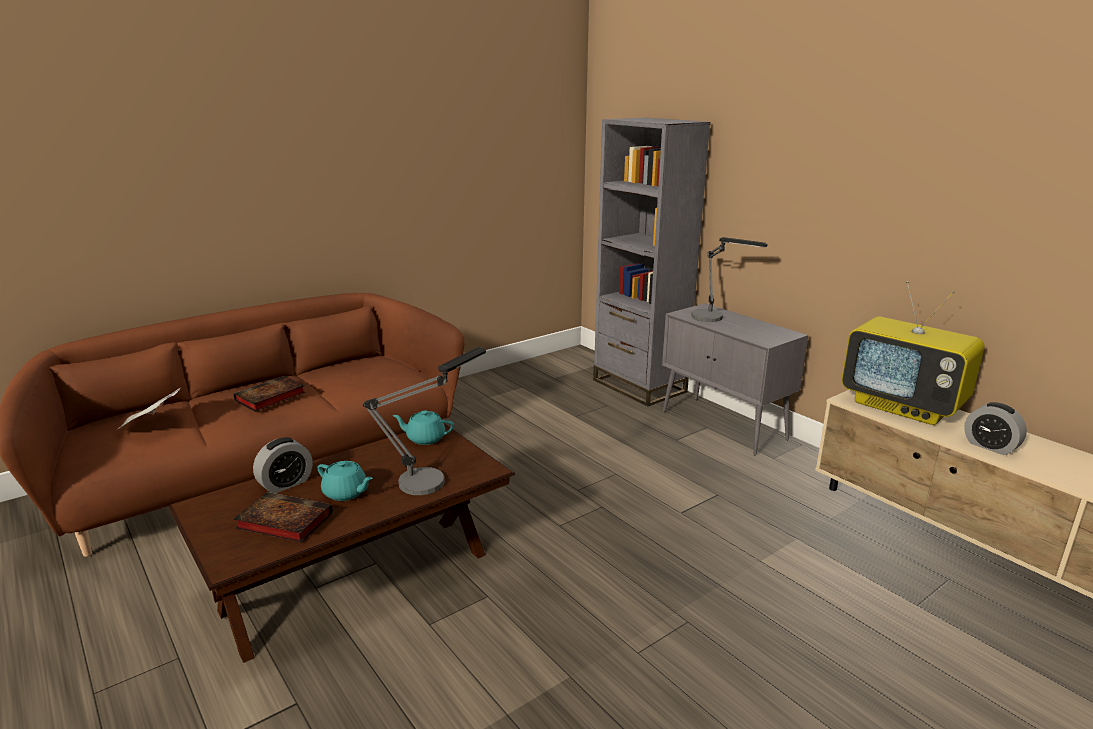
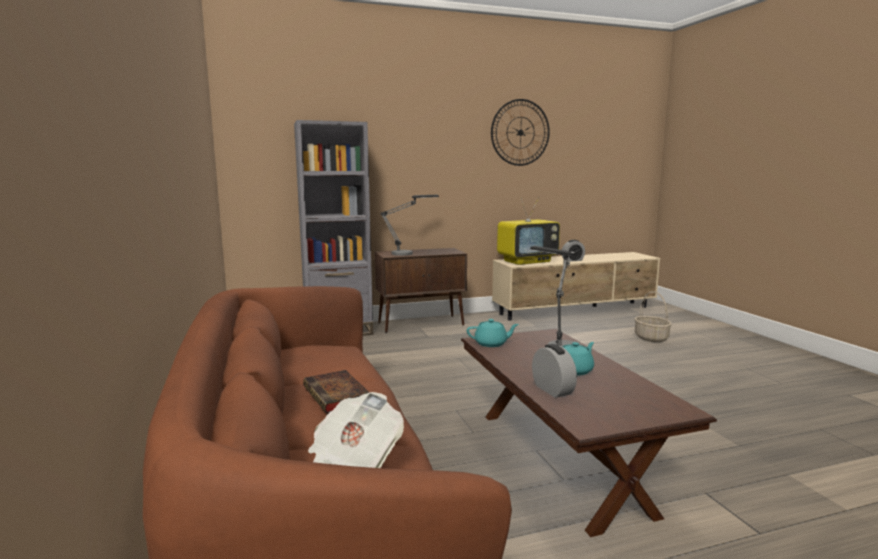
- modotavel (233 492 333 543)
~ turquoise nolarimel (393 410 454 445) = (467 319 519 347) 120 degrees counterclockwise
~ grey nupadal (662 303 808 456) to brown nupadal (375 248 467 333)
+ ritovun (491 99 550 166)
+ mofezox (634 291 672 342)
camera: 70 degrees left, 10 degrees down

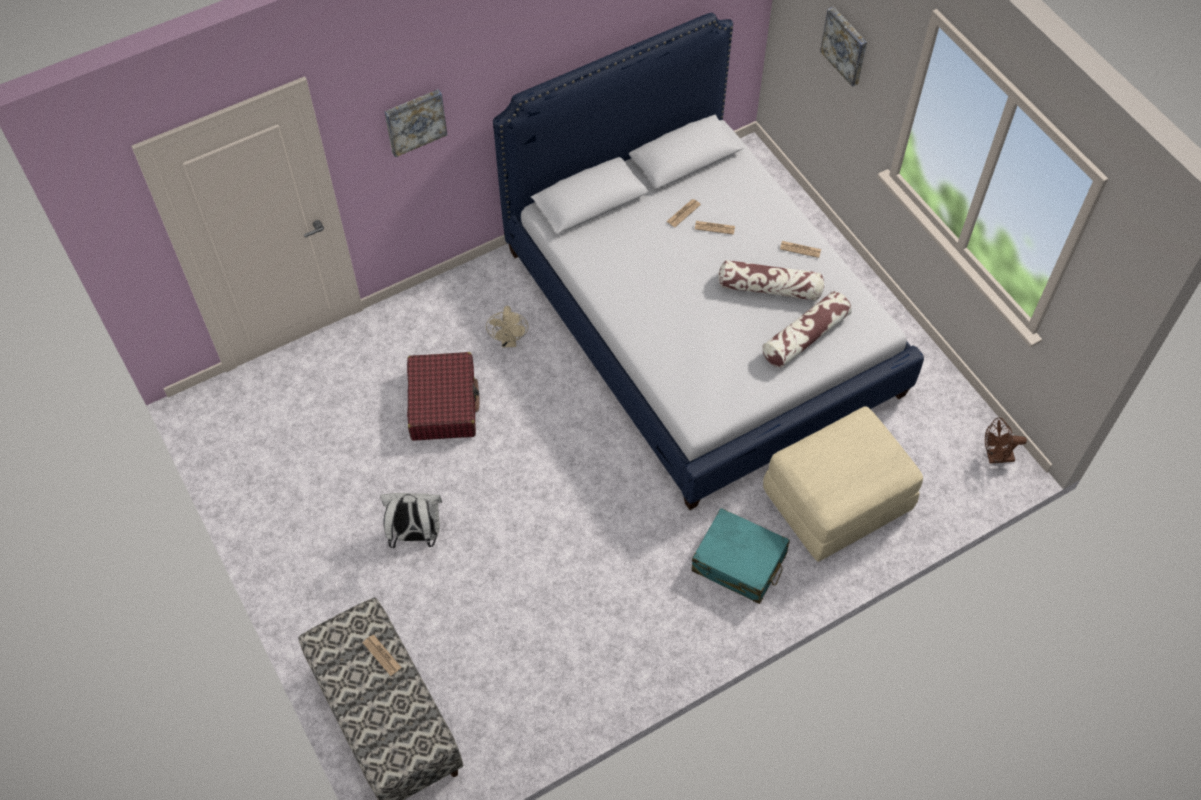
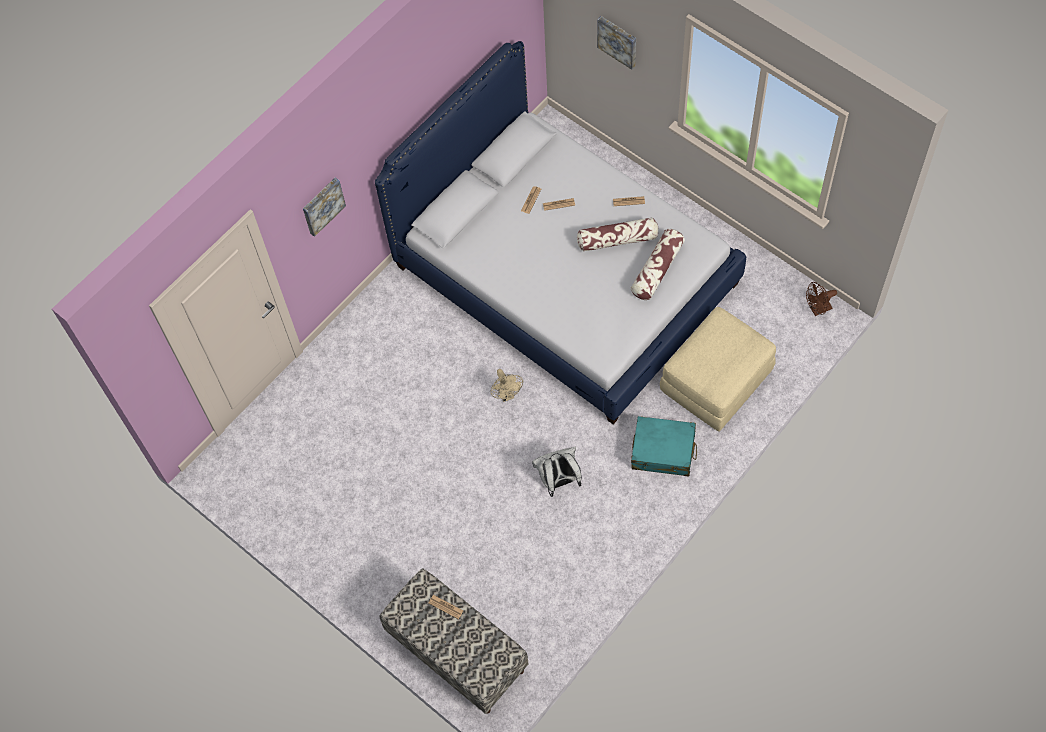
~ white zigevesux (380 493 442 548) to (532 446 582 497)
- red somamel (407 352 479 441)
~ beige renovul (486 306 528 347) to (491 369 523 402)
camera: 15 degrees left, 5 degrees up

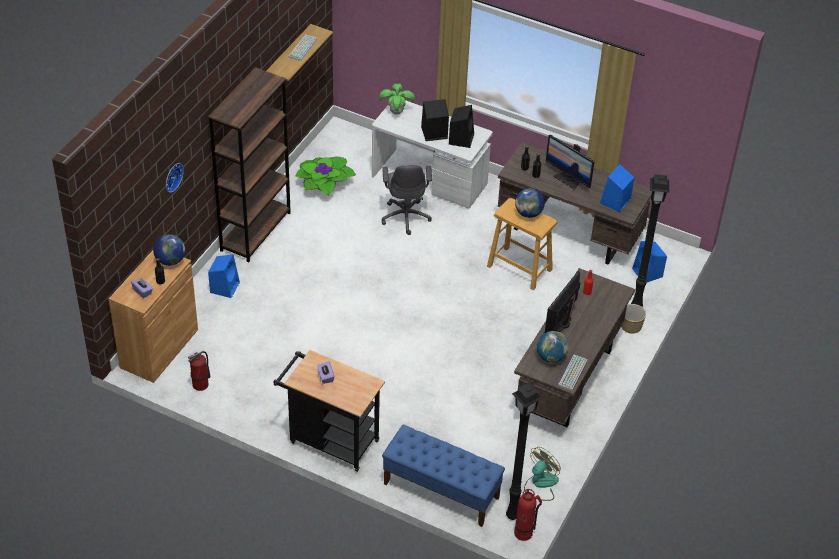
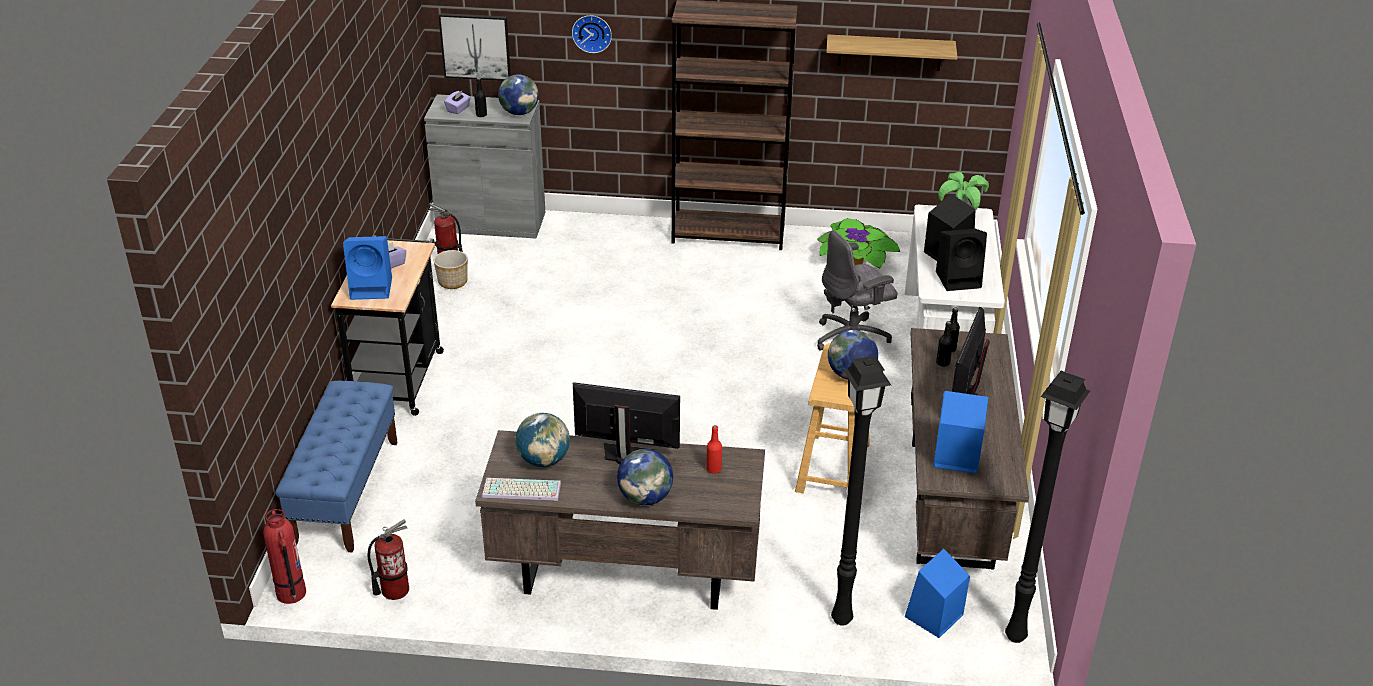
~ brown nupadal (109 250 198 383) to grey nupadal (424 94 545 238)
~ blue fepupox (208 255 240 298) to (343 236 392 300)
- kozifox (288 34 317 61)
~ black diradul (506 382 543 520) to (1005 371 1090 643)
~ renovul (524 447 561 501) to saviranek (368 519 409 600)
~ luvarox (621 304 646 334) to (434 250 468 289)
+ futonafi (438 13 511 81)
+ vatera (617 449 673 505)
camera: 70 degrees right, 10 degrees down

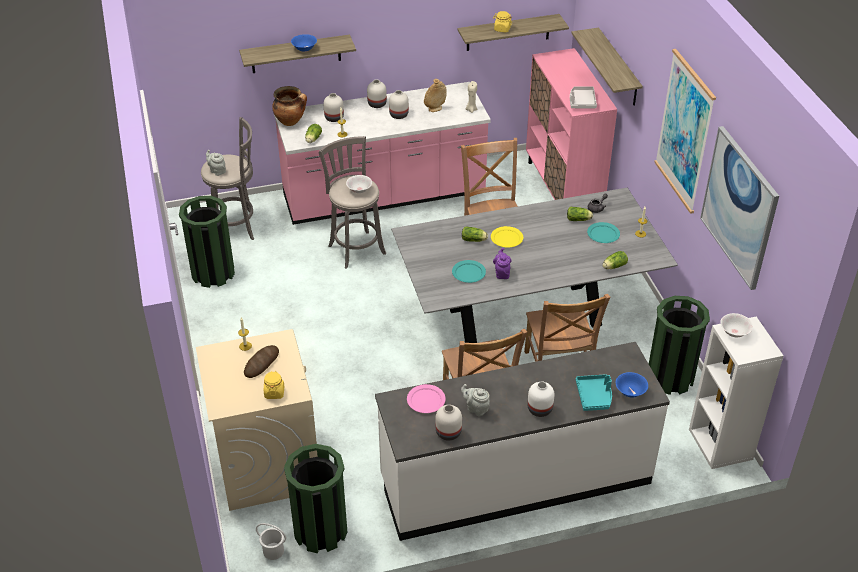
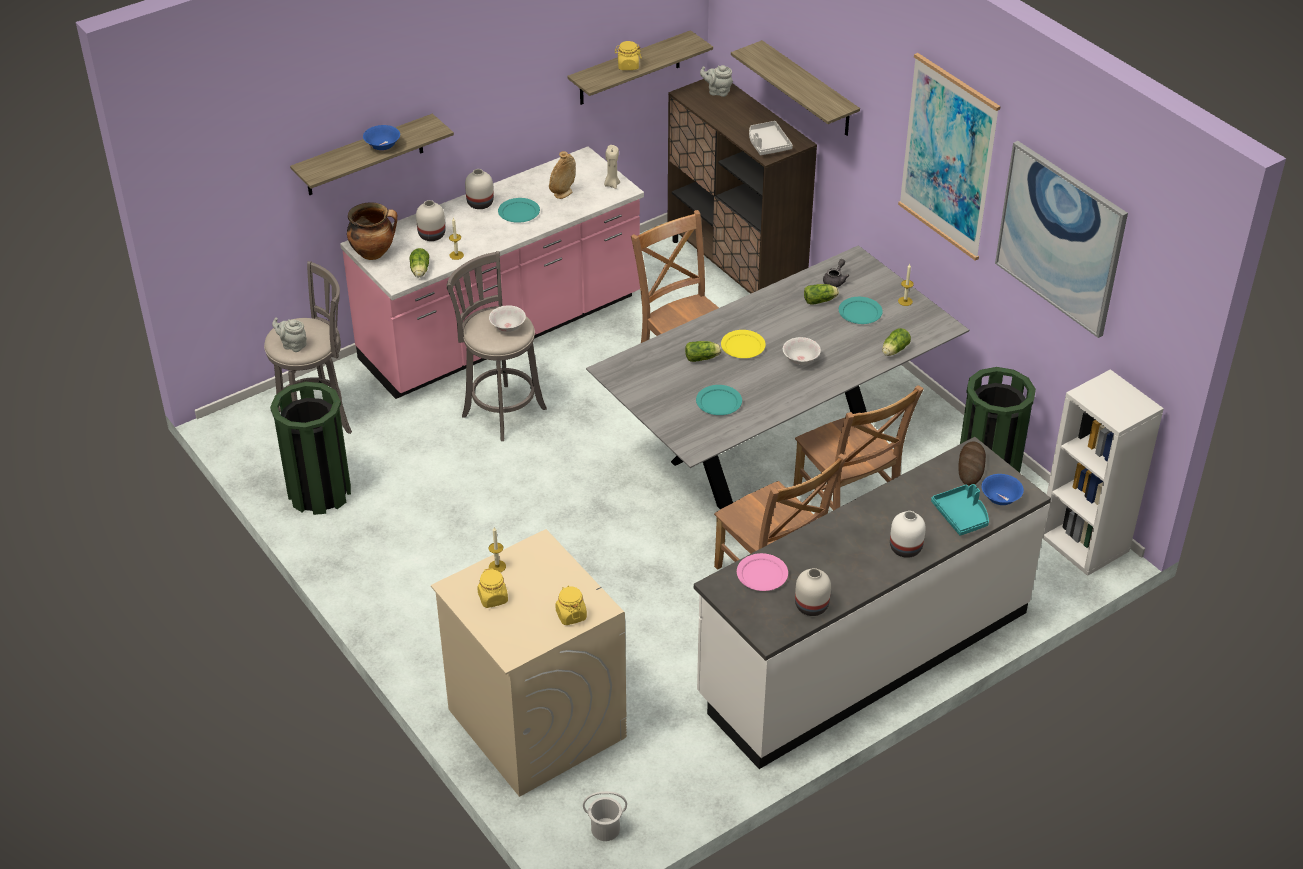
~ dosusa (244 345 279 378) to (958 441 986 485)
- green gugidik (284 444 347 553)
~ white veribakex (389 90 409 119) to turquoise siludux (498 198 540 223)
~ grey nolarimel (461 384 490 416) to (700 65 733 97)
- purple nolarimel (493 248 511 279)
~ pink nupadal (526 48 617 200) to brown nupadal (668 79 817 294)
~ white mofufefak (720 313 753 337) to (783 337 821 365)
+ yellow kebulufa (477 568 508 608)
camera: 20 degrees left, 0 degrees up

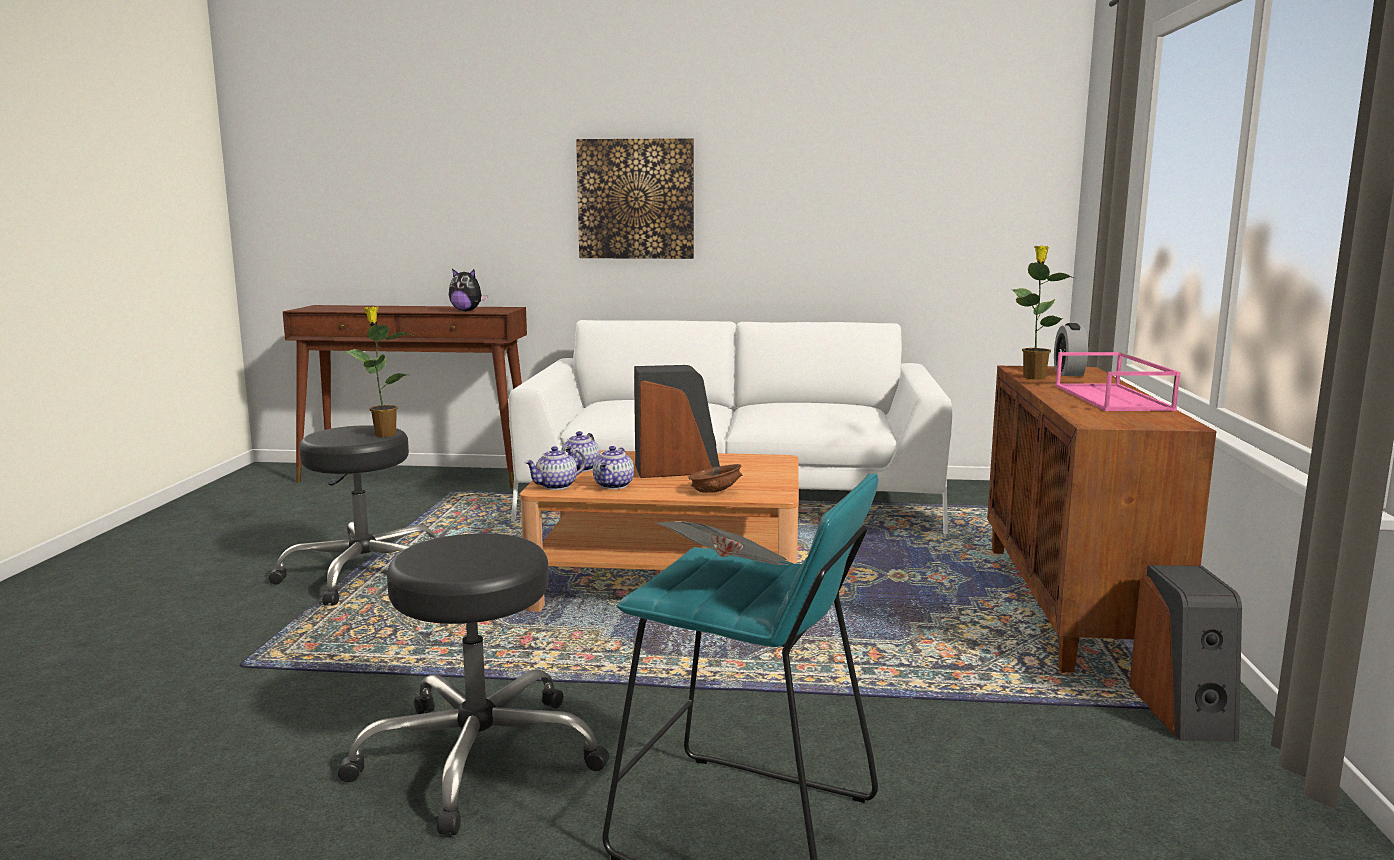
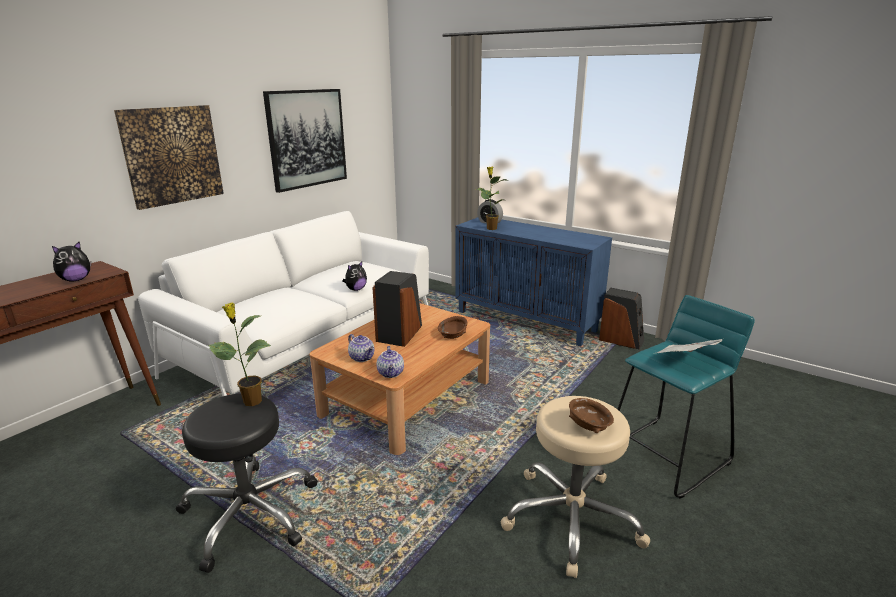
~ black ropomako (338 533 609 835) to beige ropomako (501 396 650 578)
- nolarimel (593 446 634 489)
~ brown nupadal (987 366 1216 673) to blue nupadal (455 217 612 346)
- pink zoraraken (1055 352 1180 411)
+ futonafi (263 89 347 193)
+ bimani (343 261 367 291)
+ brown mofufefak (569 398 614 433)
camera: 60 degrees left, 10 degrees up

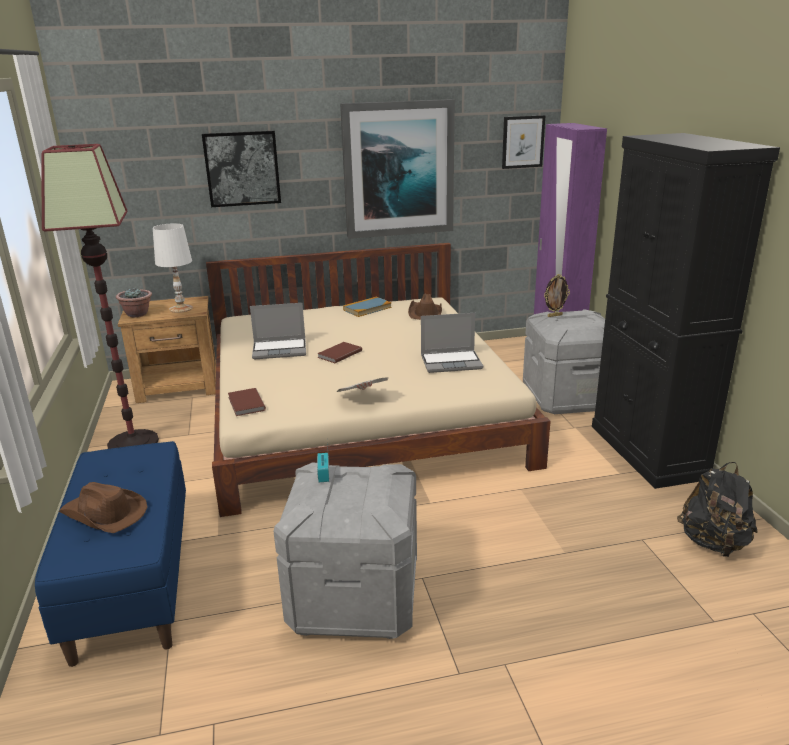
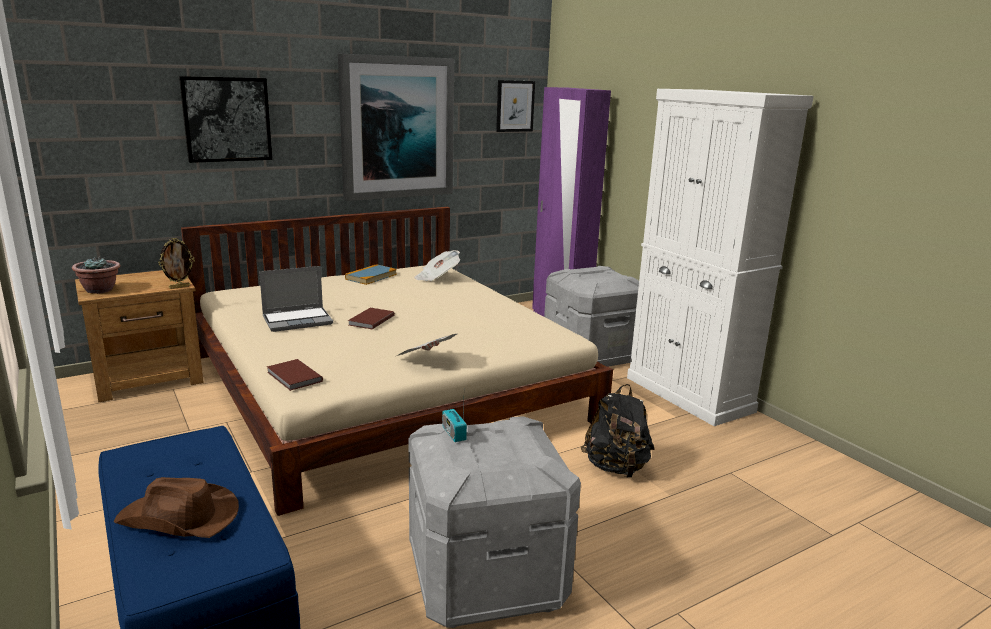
- diradul (42 144 159 449)
- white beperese (153 223 193 313)
~ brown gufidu (408 294 442 320) to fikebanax (414 250 460 281)
- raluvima (421 313 483 373)
~ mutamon (544 274 570 317) to (158 238 195 289)
~ black nupadal (592 133 780 489) to white nupadal (627 89 814 426)
~ black zigevesux (677 462 758 557) to (581 384 654 478)
camera: 20 degrees left, 5 degrees down

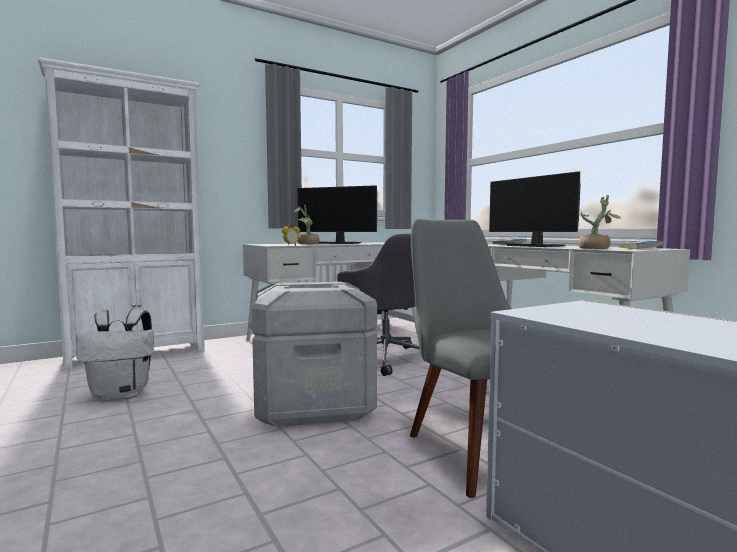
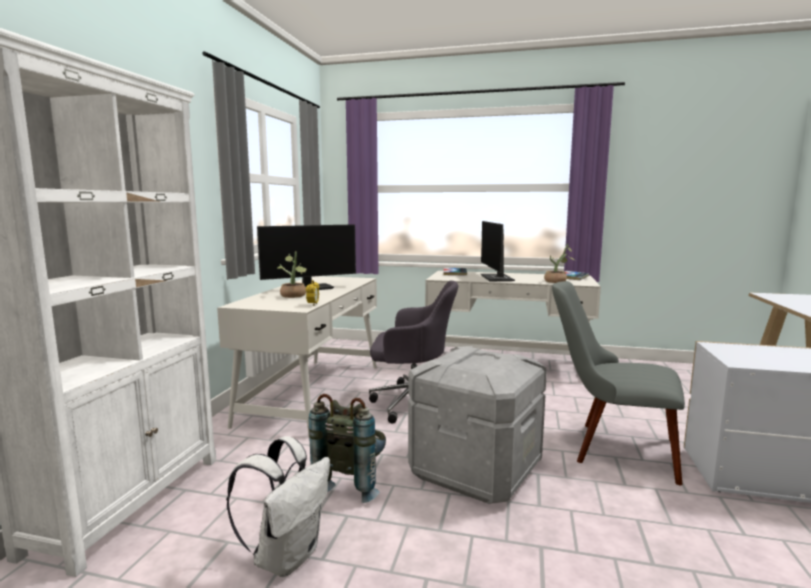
~ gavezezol (489 171 580 247) = (481 221 515 281) 75 degrees clockwise
+ grey zigevesux (309 394 386 503)
camera: 45 degrees left, 5 degrees up

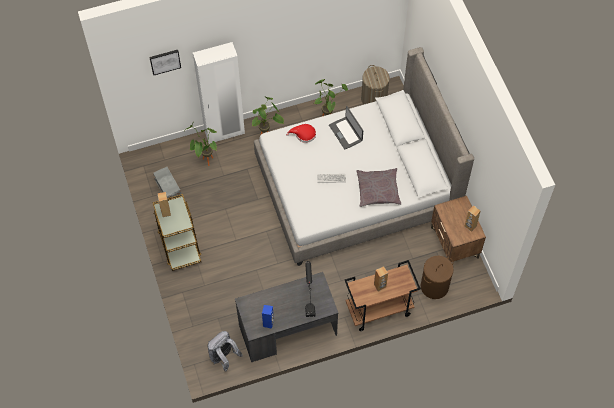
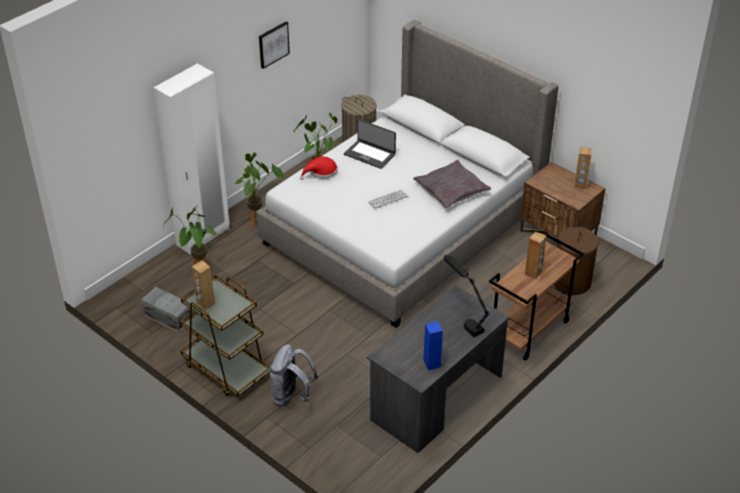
~ futonafi (149 50 181 76) to (259 21 290 69)
~ grey zigevesux (207 331 243 371) to (269 344 318 406)
camera: 30 degrees left, 20 degrees down

